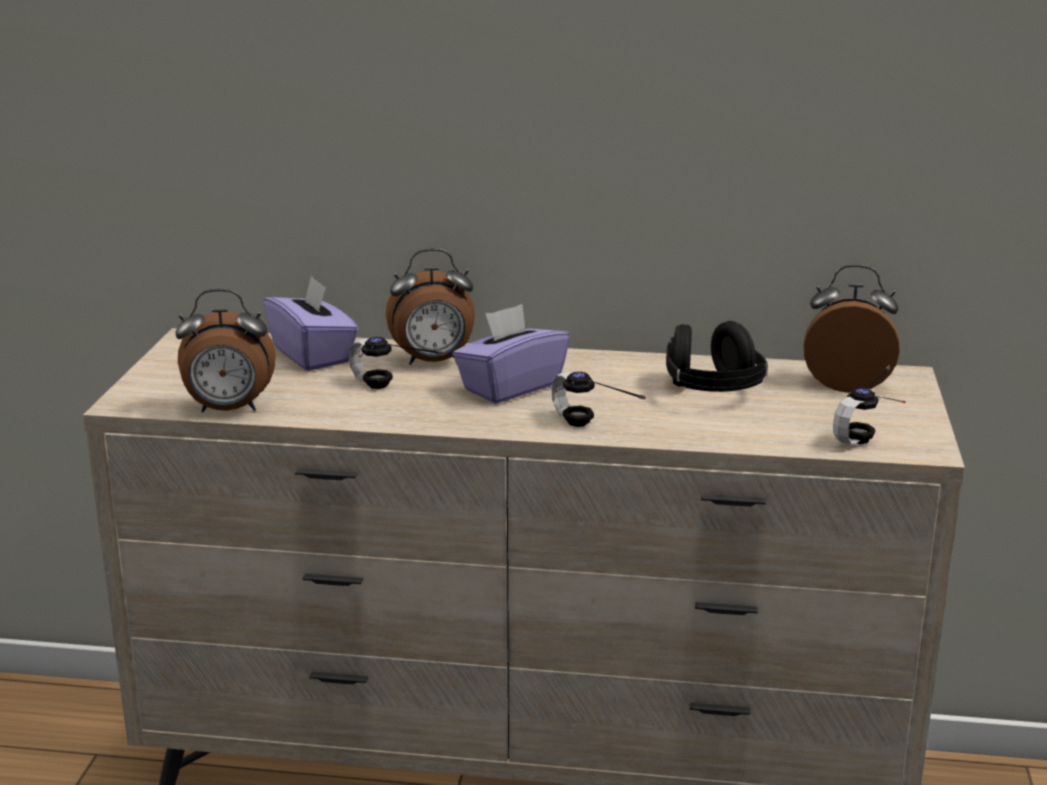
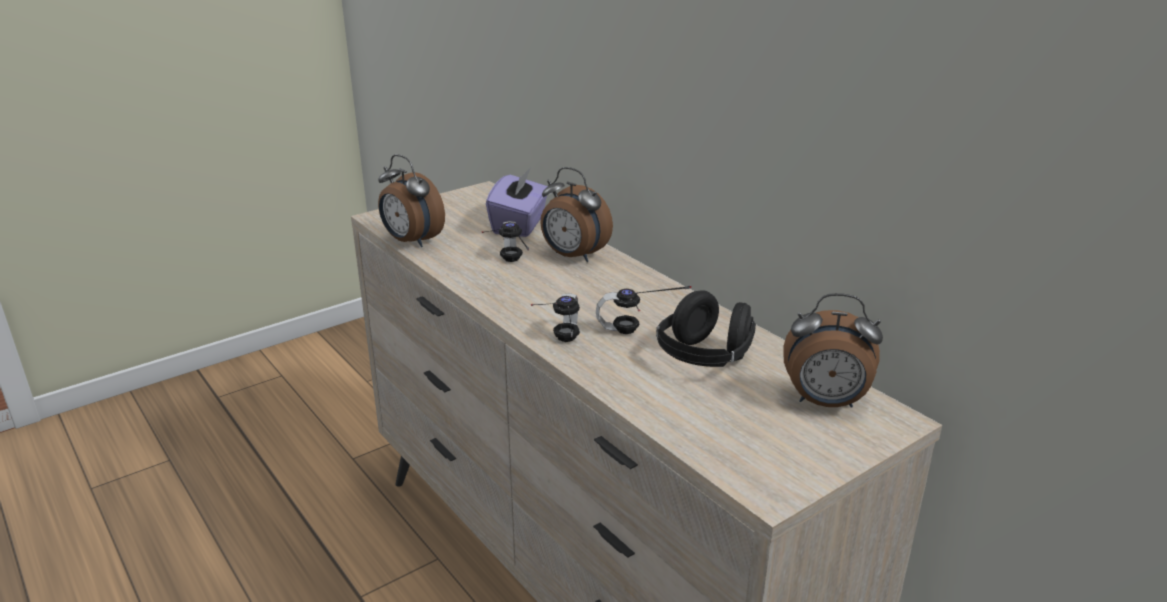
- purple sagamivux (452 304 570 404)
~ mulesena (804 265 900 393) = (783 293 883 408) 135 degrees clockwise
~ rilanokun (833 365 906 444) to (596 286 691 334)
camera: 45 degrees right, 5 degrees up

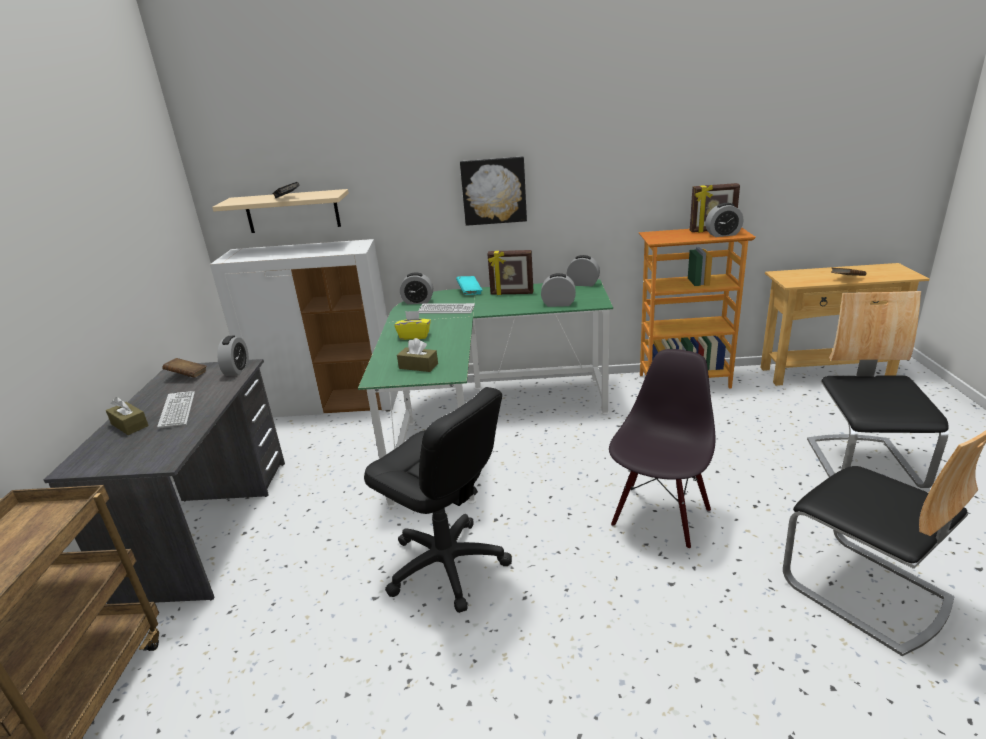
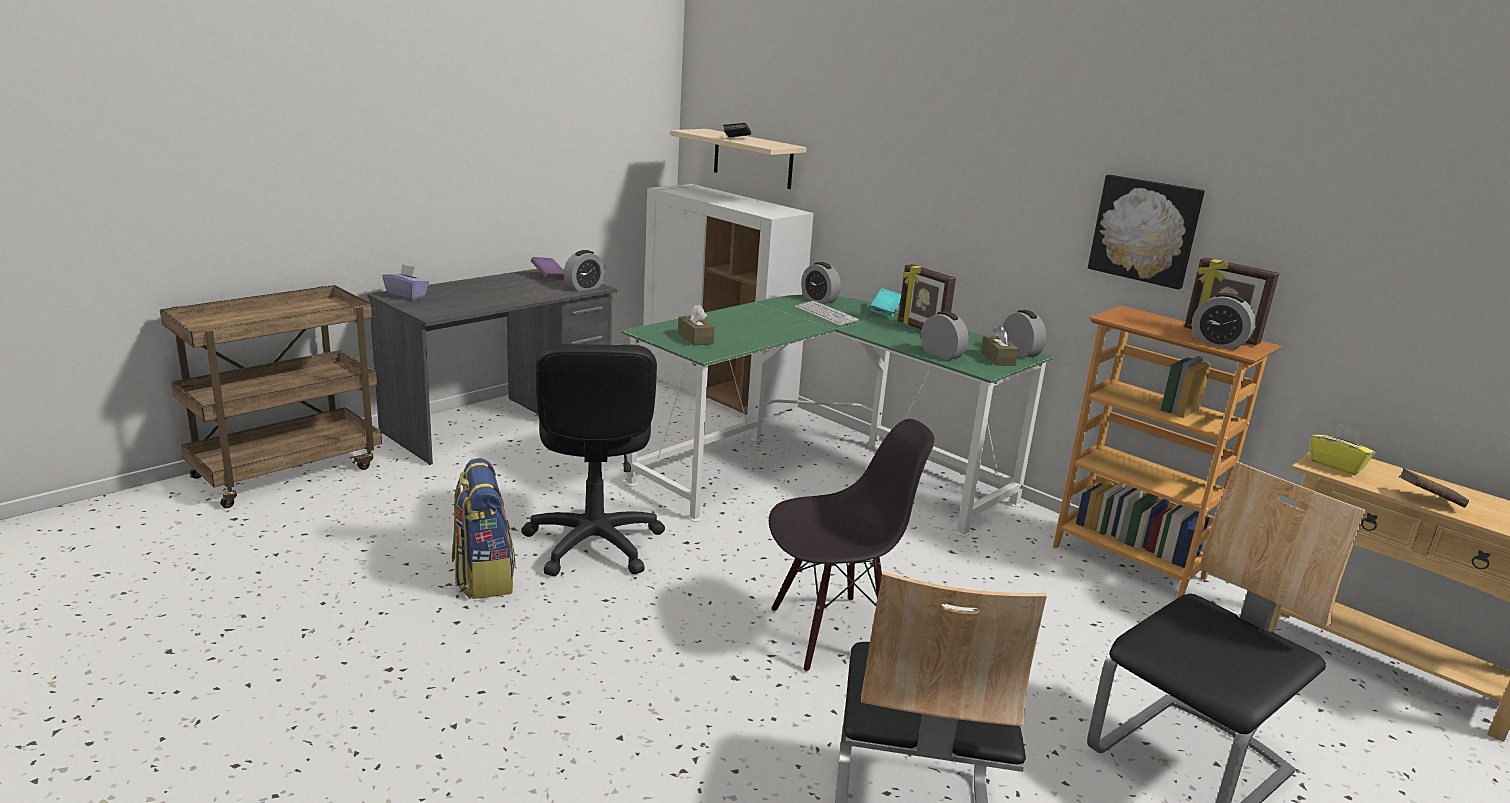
~ brown sagamivux (106 397 149 435) to (981 325 1019 366)
- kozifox (157 391 195 429)
~ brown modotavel (162 358 207 378) to purple modotavel (531 257 564 280)
~ yellow sagamivux (394 311 431 340) to (1310 424 1375 475)
~ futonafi (460 156 527 226) to (1088 175 1205 289)
+ purple sagamivux (382 264 429 300)
+ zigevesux (452 458 516 599)
camera: 40 degrees right, 5 degrees down

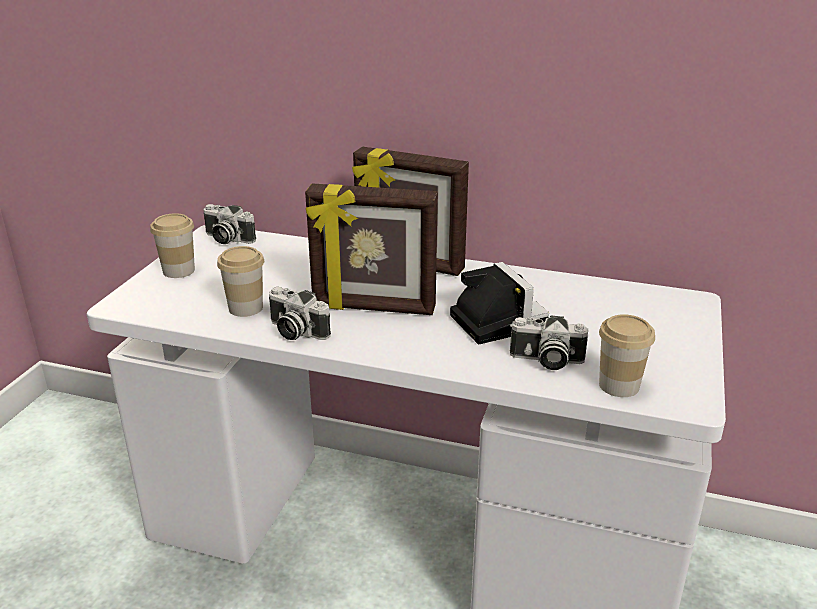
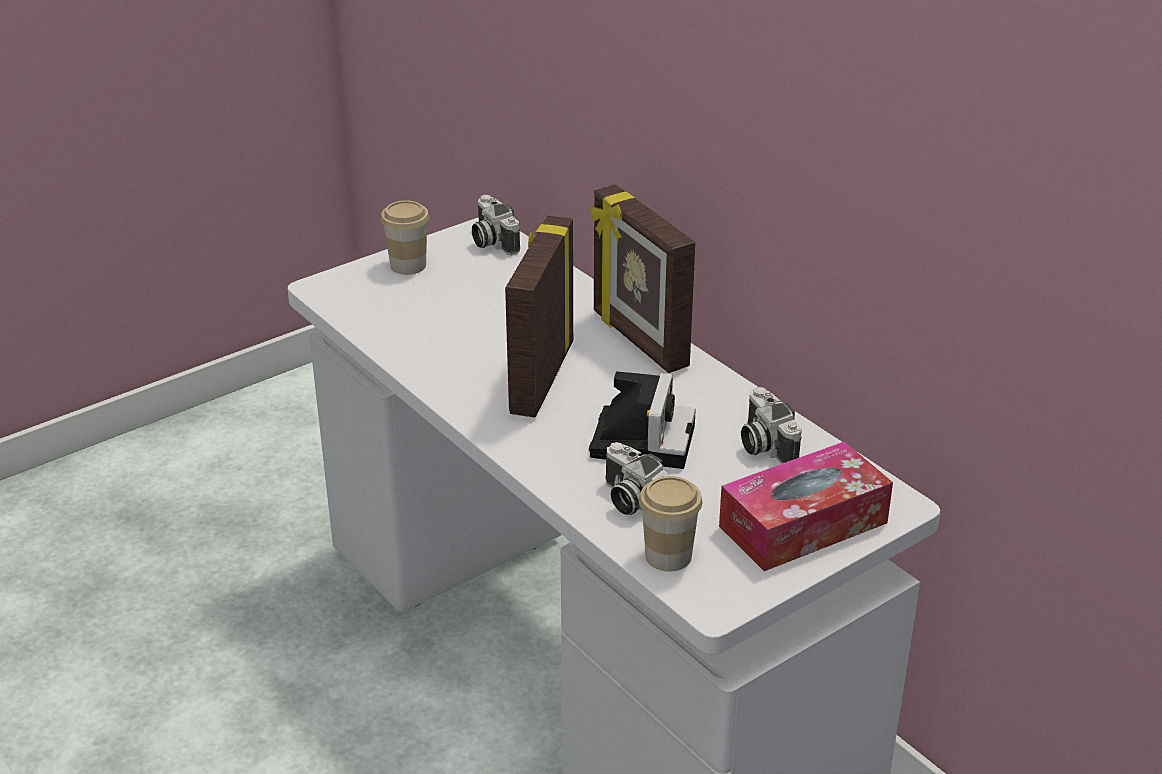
- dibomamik (217 246 264 317)
~ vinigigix (269 287 331 340) to (741 387 802 464)
~ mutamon (305 183 438 315) = (505 216 573 418) 60 degrees clockwise
+ sagamivux (719 441 893 571)
camera: 35 degrees right, 5 degrees up

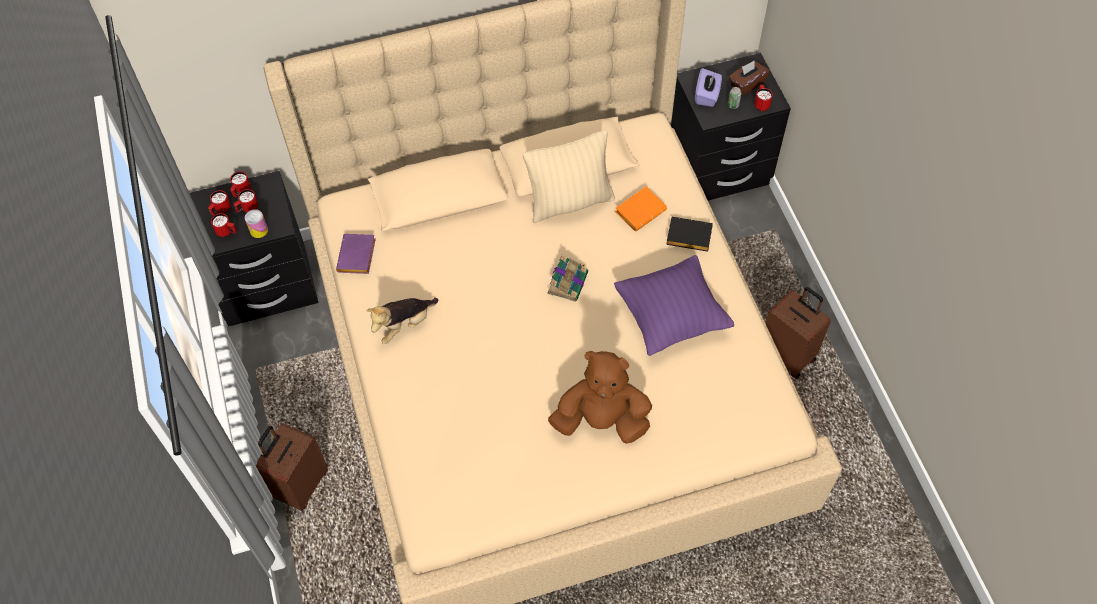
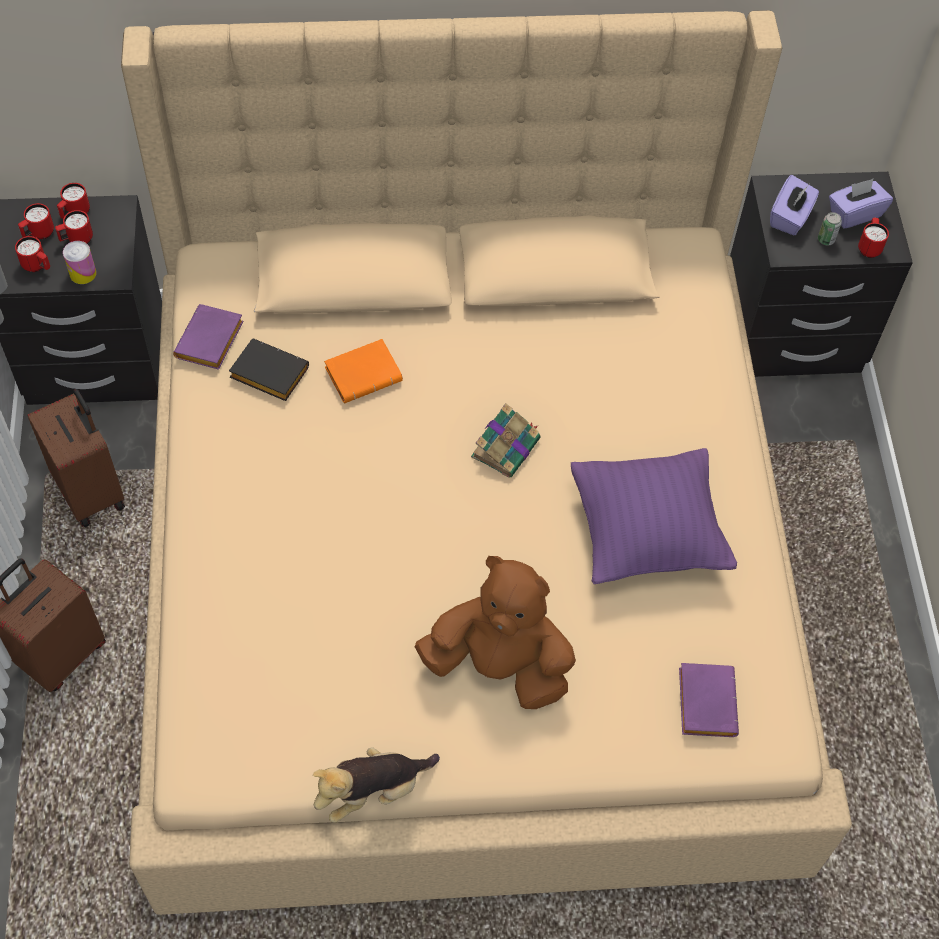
~ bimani (367 298 438 344) to (313 747 440 823)
- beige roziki (523 130 615 223)
~ orange modotavel (615 187 667 232) to (324 339 403 403)
~ black modotavel (666 217 713 252) to (229 338 309 401)
~ brown sagamivux (729 60 770 96) to purple sagamivux (829 179 893 229)
~ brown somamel (765 287 831 379) to (27 389 125 527)
+ purple modotavel (679 663 739 737)
camera: 10 degrees right, 0 degrees up

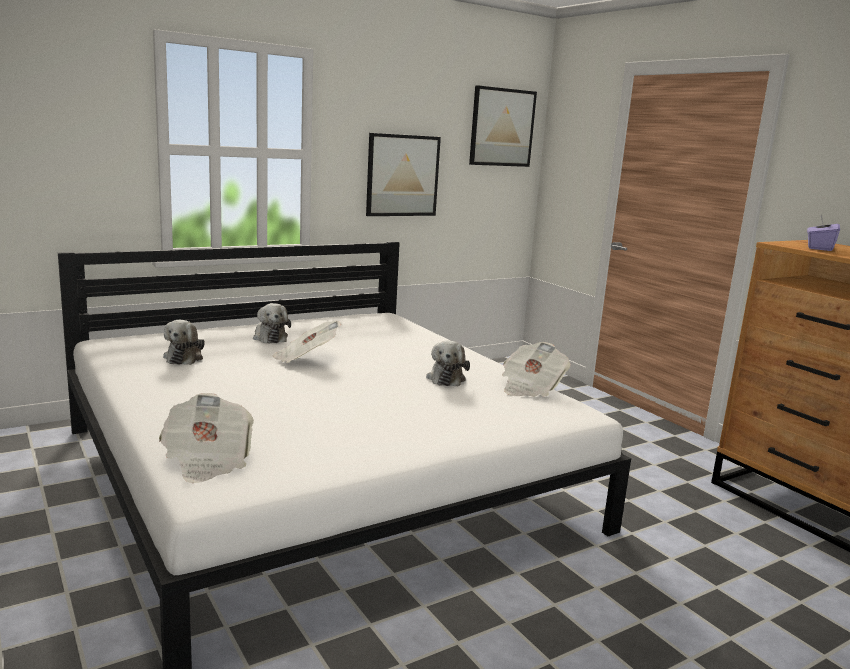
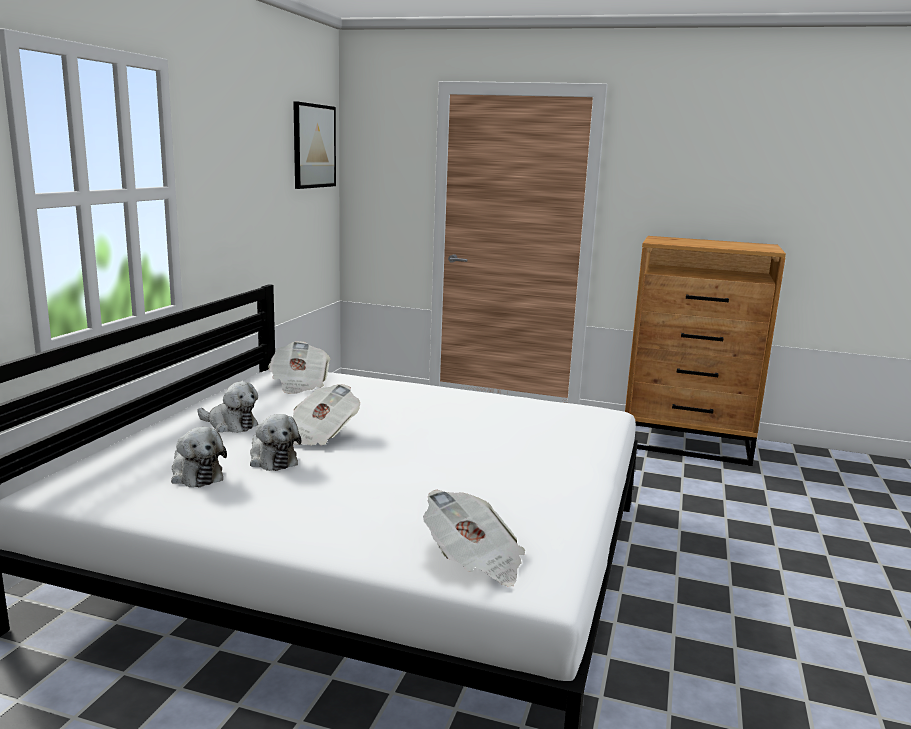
- futonafi (366 133 441 216)
~ bimani (426 340 470 386) to (250 414 301 471)
~ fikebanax (502 342 570 397) to (268 341 330 394)
- purple sagamivux (807 215 840 251)
camera: 40 degrees left, 0 degrees up

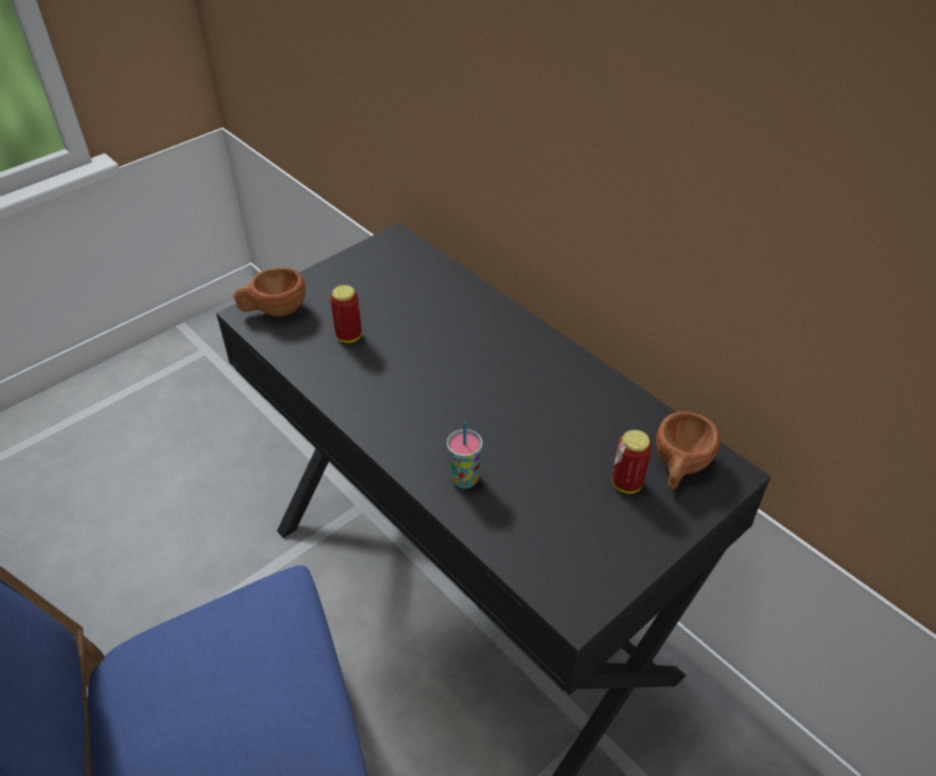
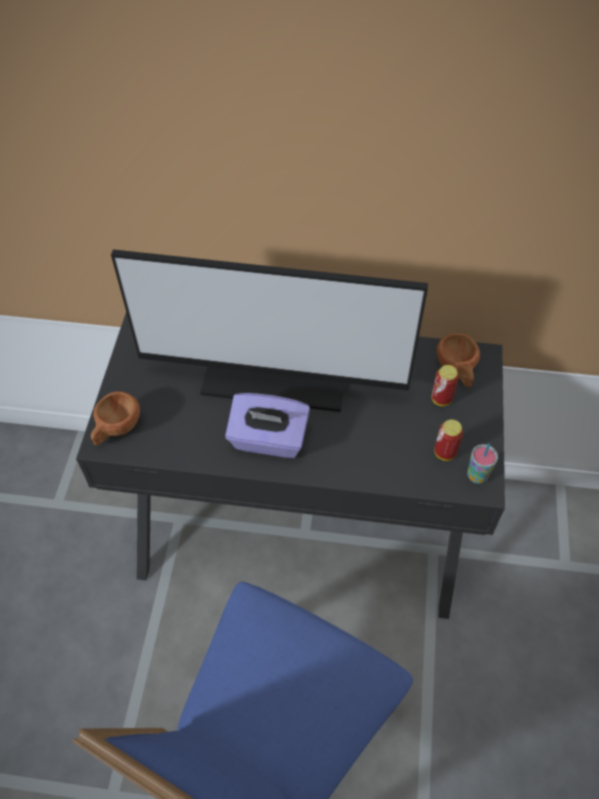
~ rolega (330 285 362 343) to (434 420 463 461)
~ dibomamik (447 422 483 489) to (467 443 498 484)
+ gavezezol (111 249 428 412)
+ purple sagamivux (225 393 310 458)
camera: 40 degrees left, 10 degrees up

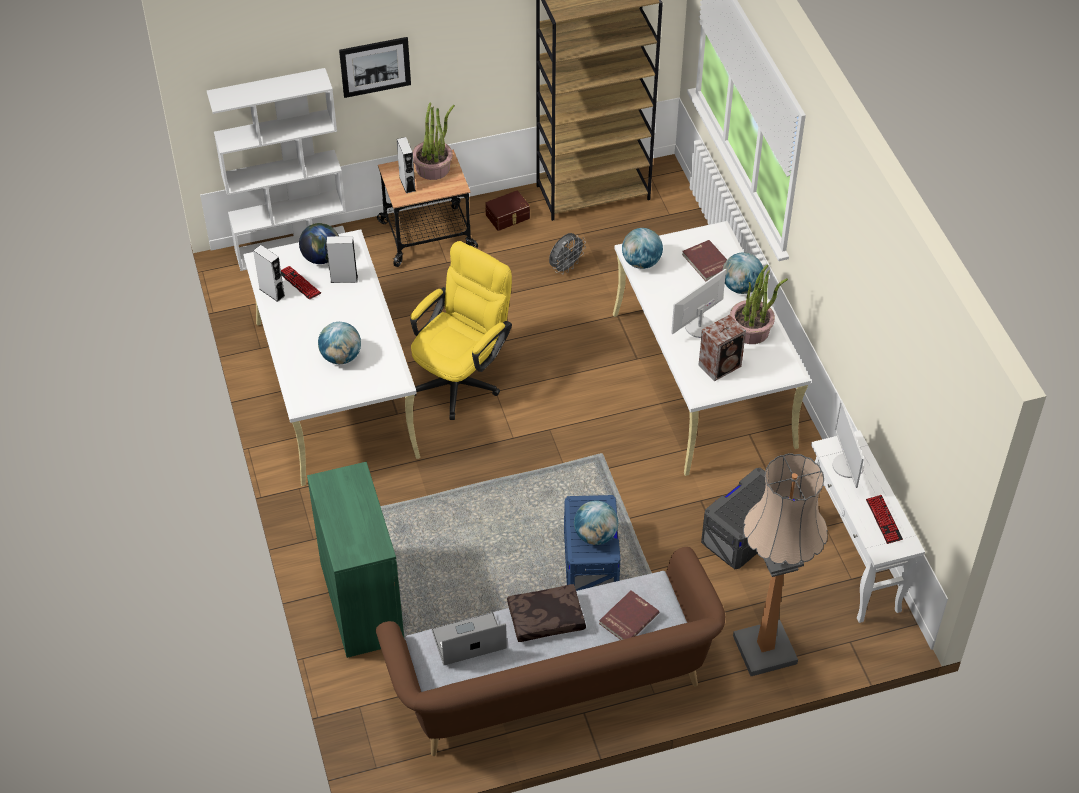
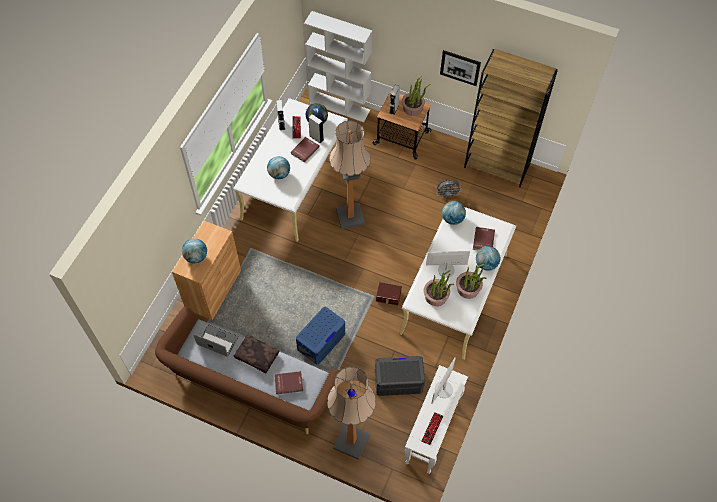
~ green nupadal (307 462 404 658) to brown nupadal (172 221 241 320)
~ futonafi (339 37 411 98) to (440 50 481 86)
~ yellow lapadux (410 241 512 420) to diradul (329 120 371 229)
~ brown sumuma (485 190 530 231) to (376 282 402 305)
~ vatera (574 500 618 545) to (182 238 207 263)
~ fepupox (698 315 746 382) to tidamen (424 270 454 306)
+ red modotavel (291 137 320 162)
camera: 40 degrees right, 10 degrees up

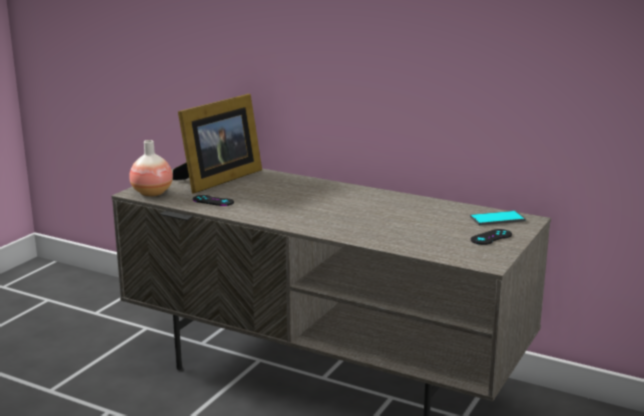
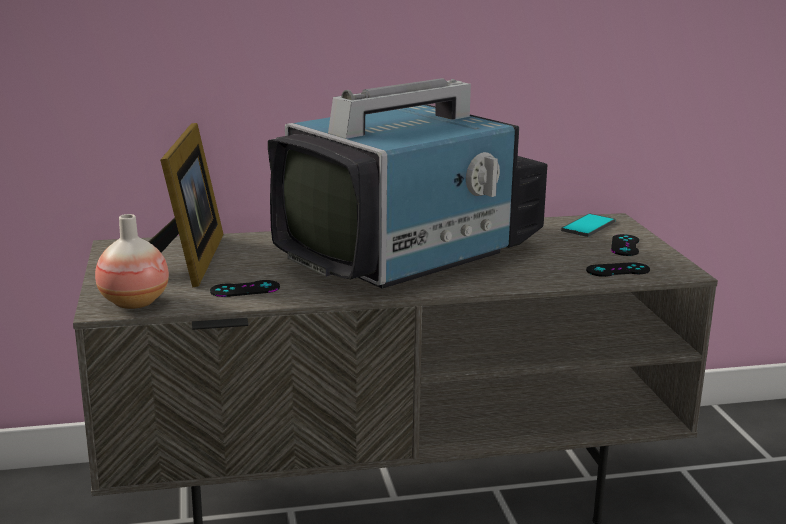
+ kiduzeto (268 78 547 289)
+ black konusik (586 262 650 277)
camera: 40 degrees left, 0 degrees up

